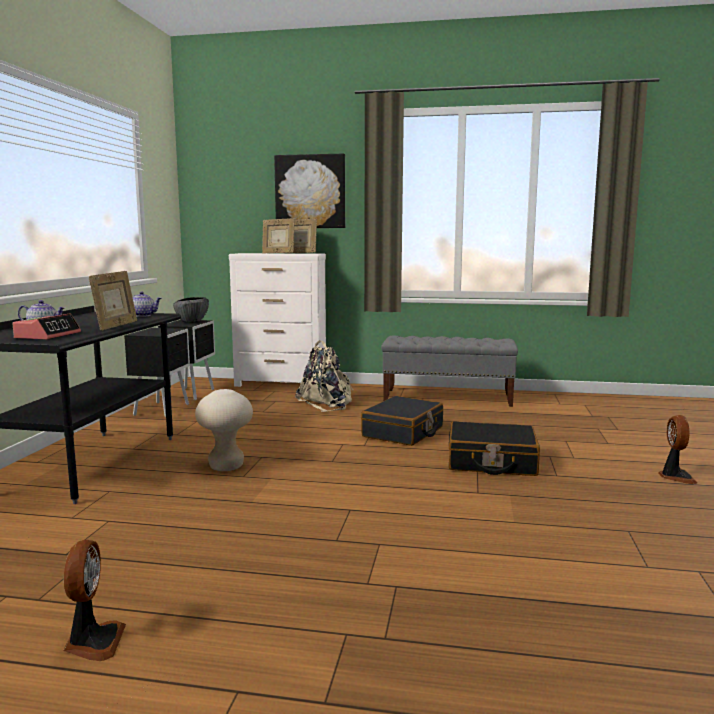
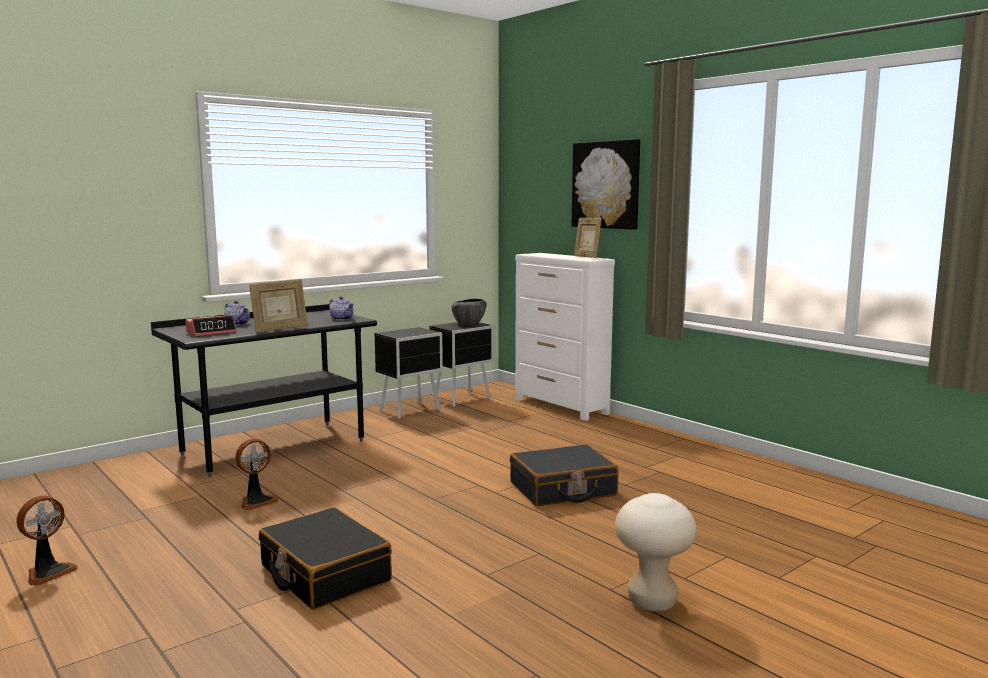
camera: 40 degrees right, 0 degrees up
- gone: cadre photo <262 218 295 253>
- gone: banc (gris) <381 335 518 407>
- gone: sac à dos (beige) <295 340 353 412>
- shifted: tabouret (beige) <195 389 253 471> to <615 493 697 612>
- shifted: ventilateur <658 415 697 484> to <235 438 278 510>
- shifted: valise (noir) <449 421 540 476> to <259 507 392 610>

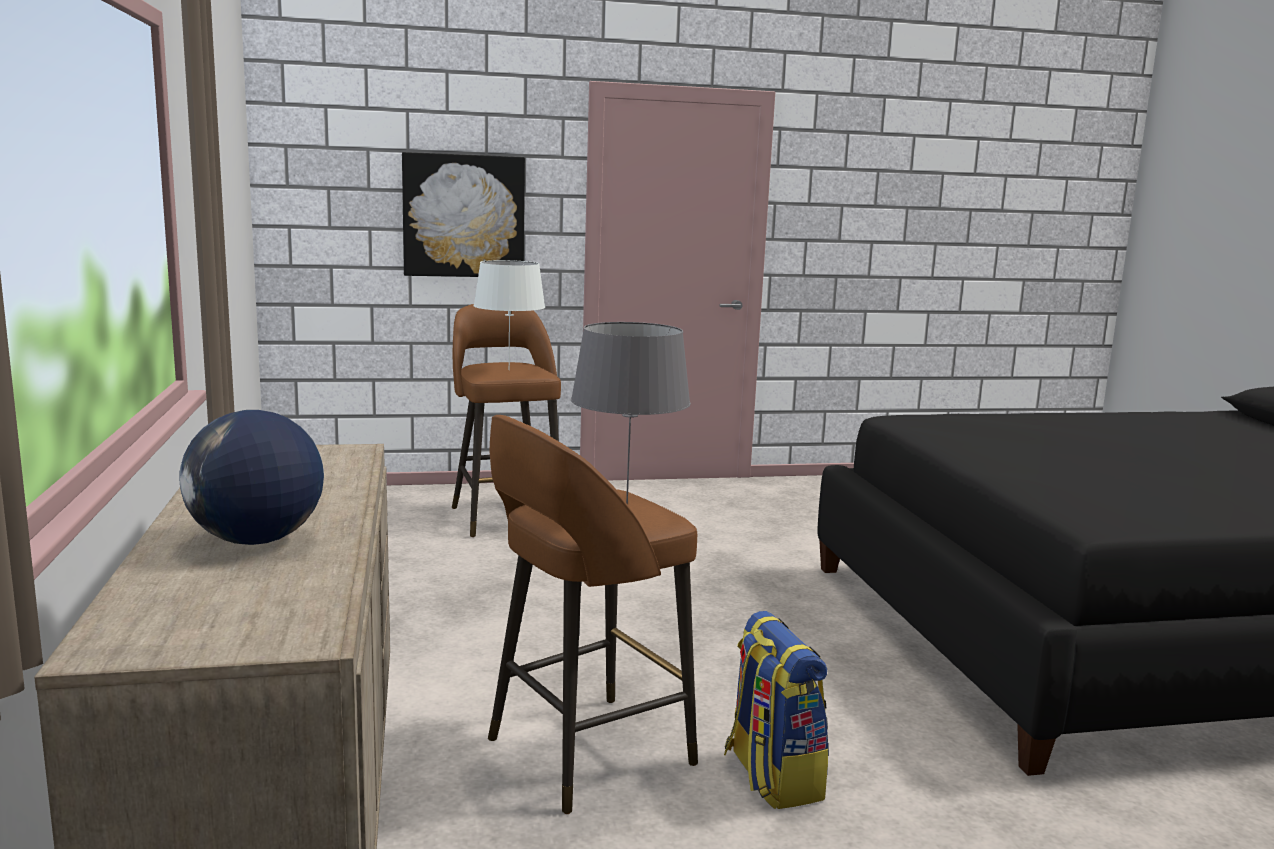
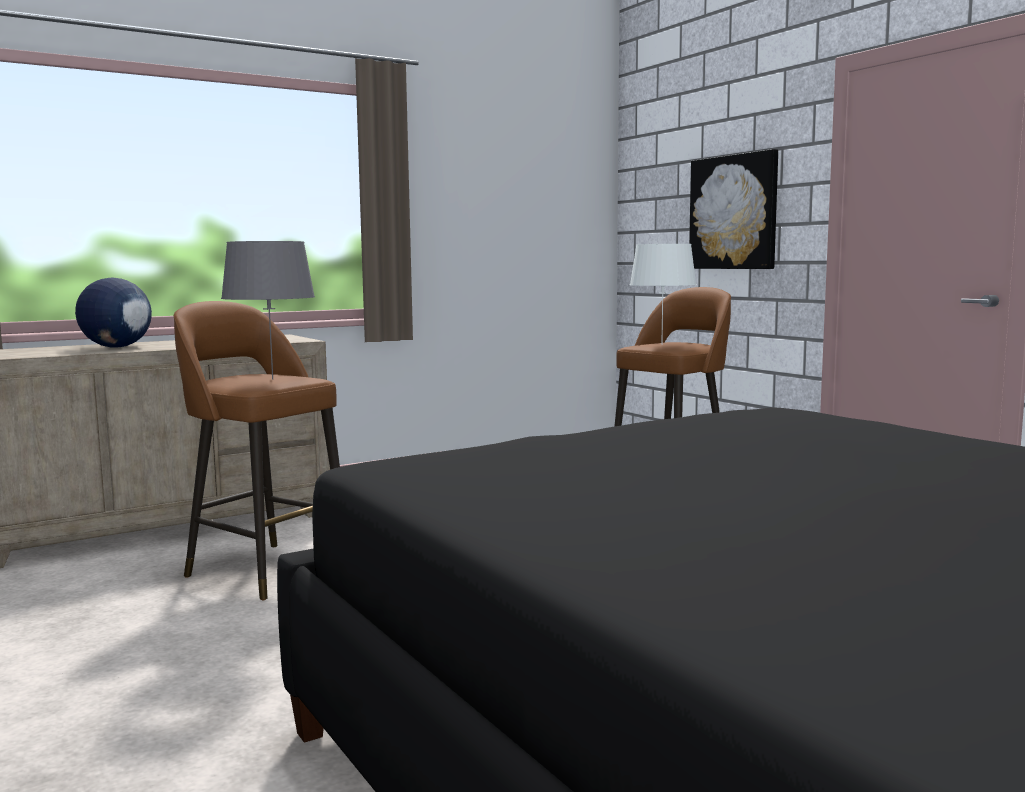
camera: 70 degrees right, 5 degrees down
- gone: sac à dos <724 611 829 809>

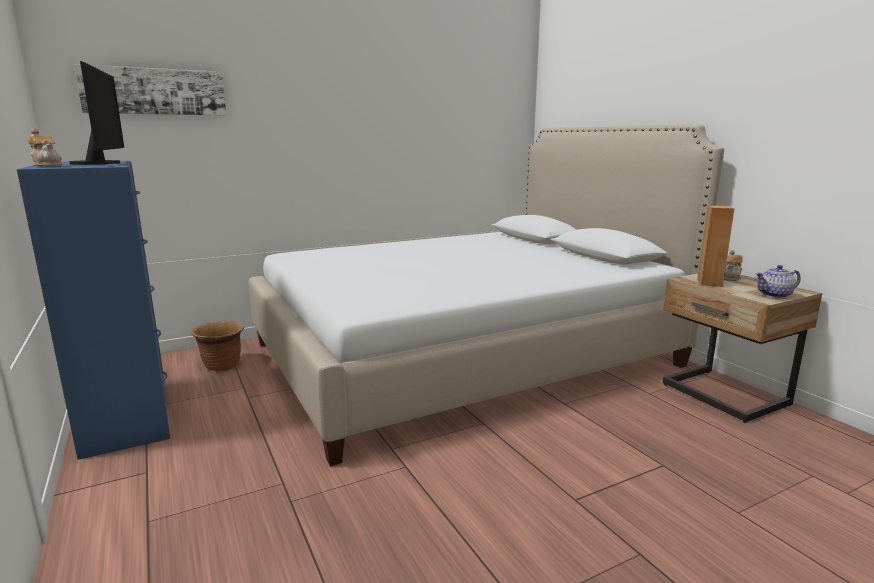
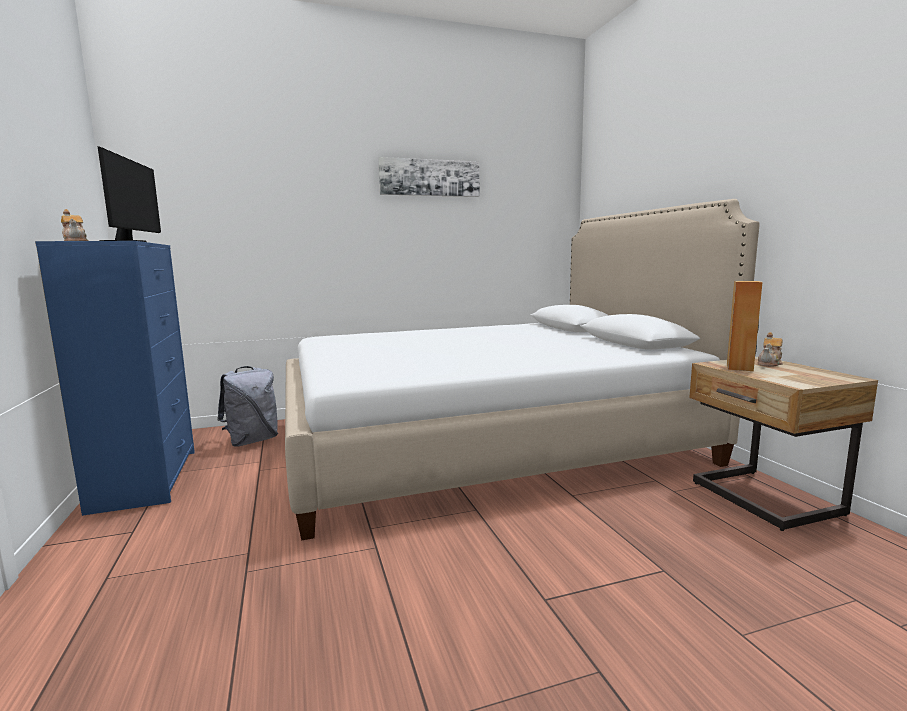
camera: 10 degrees right, 5 degrees down
- shifted: tableau <74 64 226 116> to <378 157 479 197>
- gone: théière <756 265 801 298>
- swapped: cache-pot (marron) <191 321 244 371> to sac à dos (gris) <217 366 278 446>

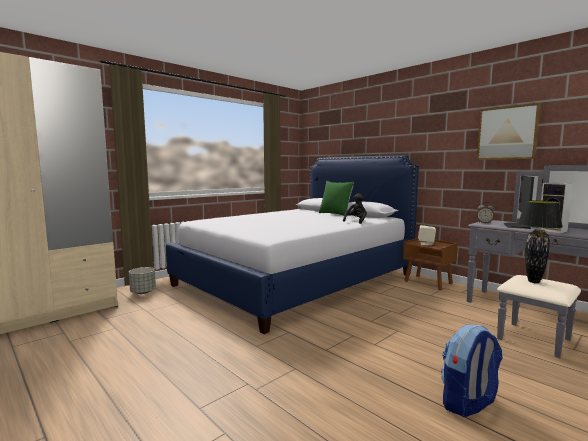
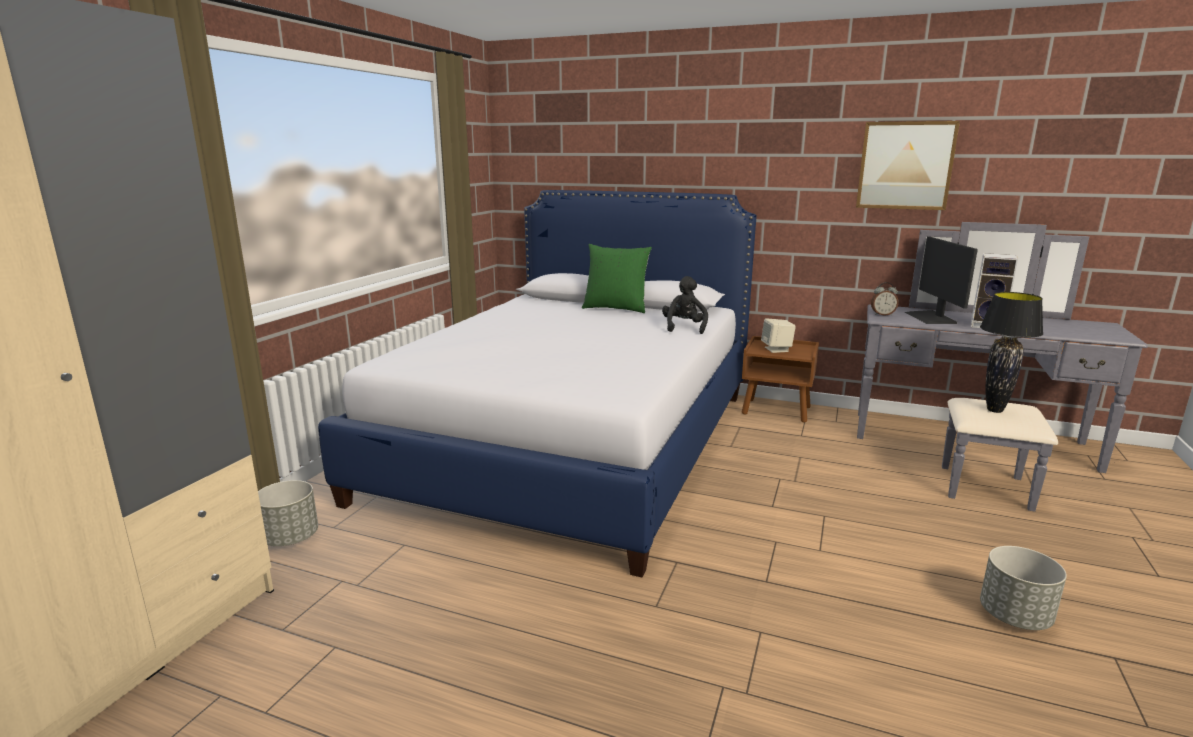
camera: 25 degrees left, 10 degrees up
- swapped: sac à dos <441 325 503 417> to cache-pot (gris) <980 546 1067 630>

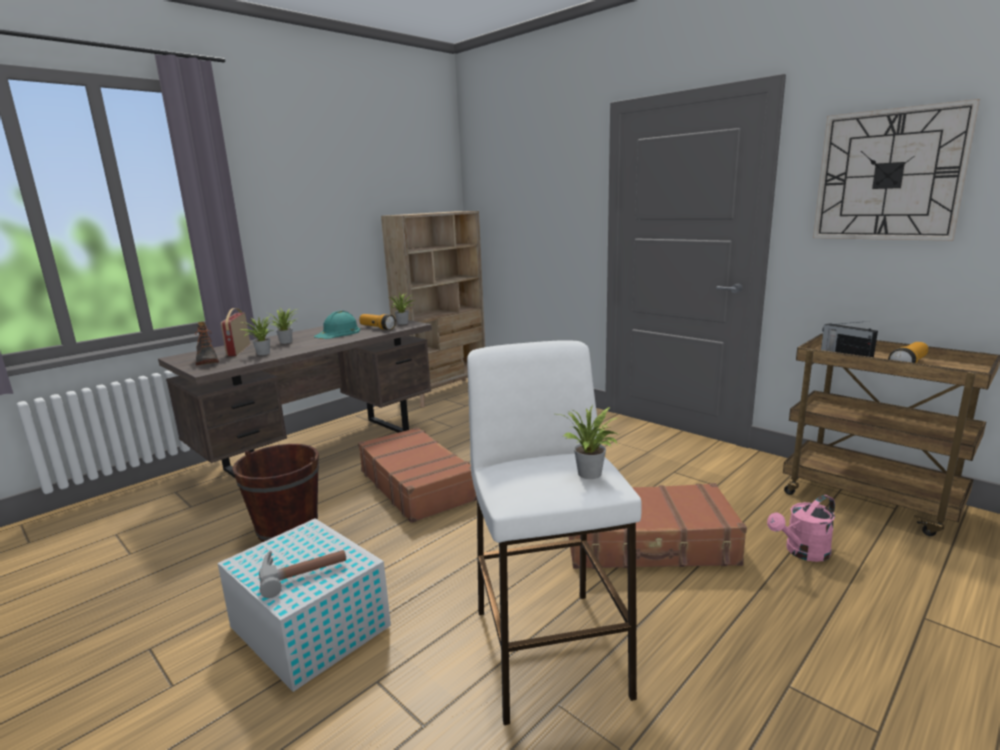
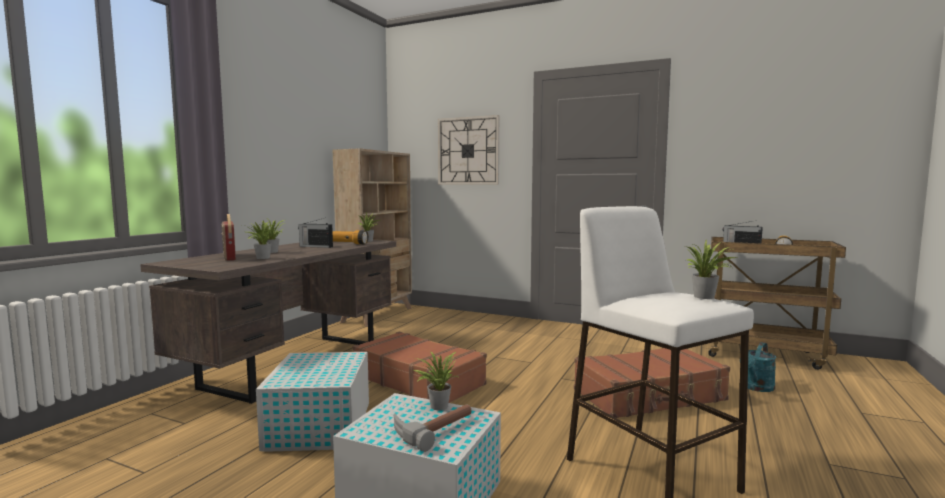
camera: 20 degrees left, 10 degrees down
- shifted: horloge murale <813 99 980 241> to <438 115 499 185>
- swapped: casque de chantier (turquoise) <314 311 360 339> to radio <298 218 333 248>
- gone: botte <195 322 219 365>
- swapped: seau (marron) <232 444 319 542> to boîte de rangement (blanc) <256 352 369 452>
- repainted: arrosoir (rose) <767 495 835 562> to arrosoir (turquoise) <748 342 776 392>
- new: plante en pot <413 351 458 410>

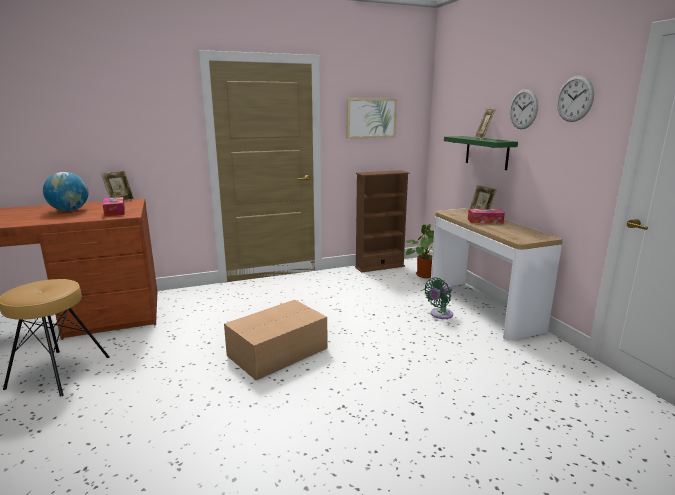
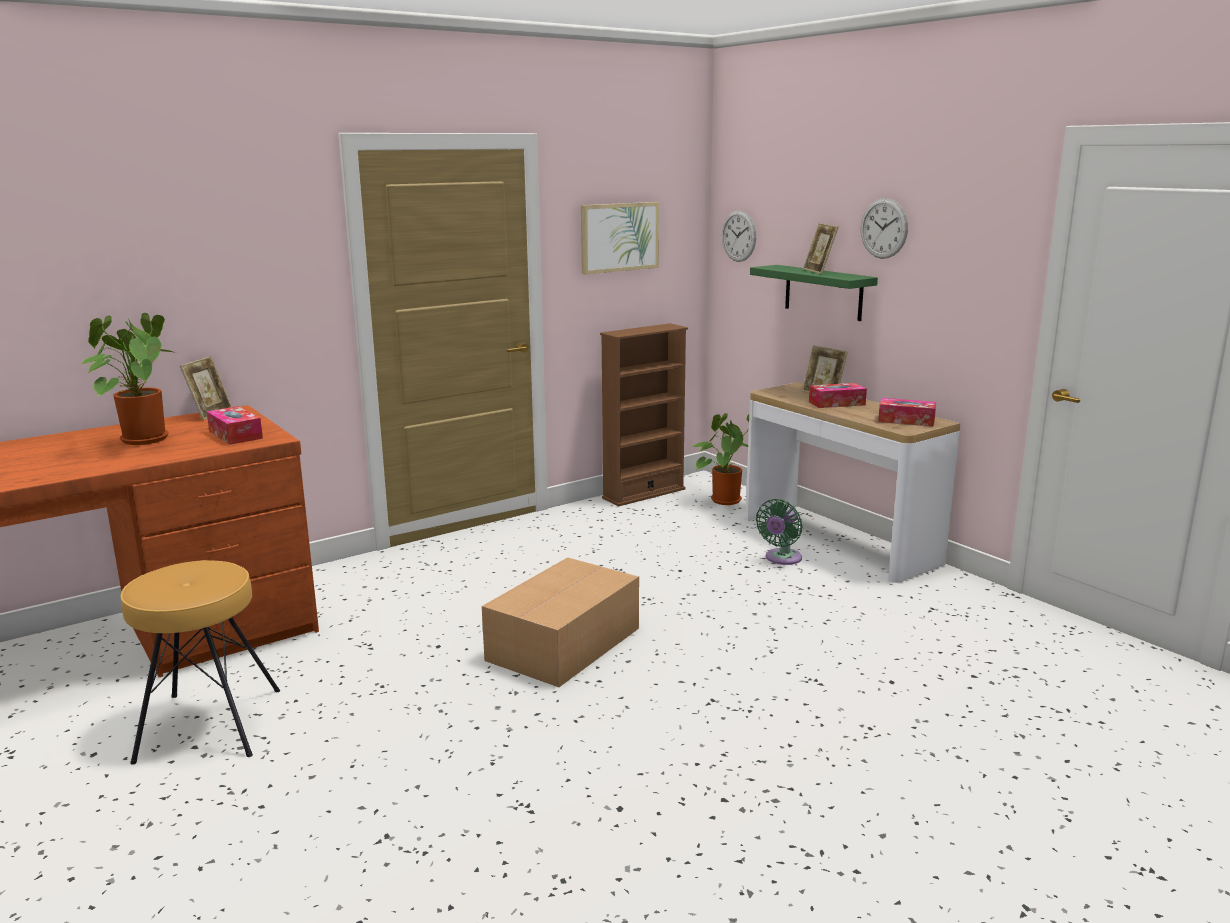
camera: 15 degrees left, 0 degrees up
- shifted: horloge murale <557 76 594 122> to <722 210 756 262>
- swapped: globe <43 172 89 211> to plante en pot <79 313 177 445>
- new: boîte à mouchoirs <878 398 936 427>

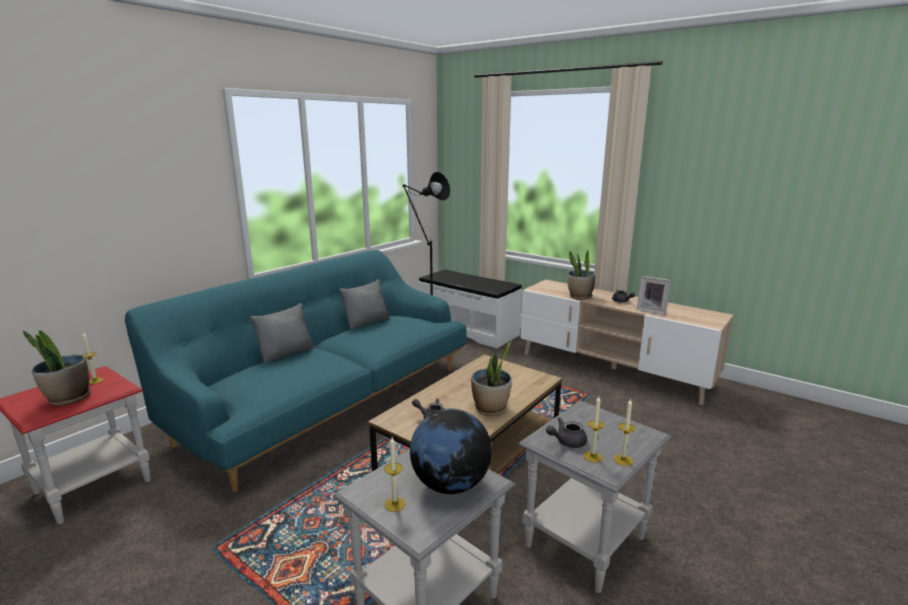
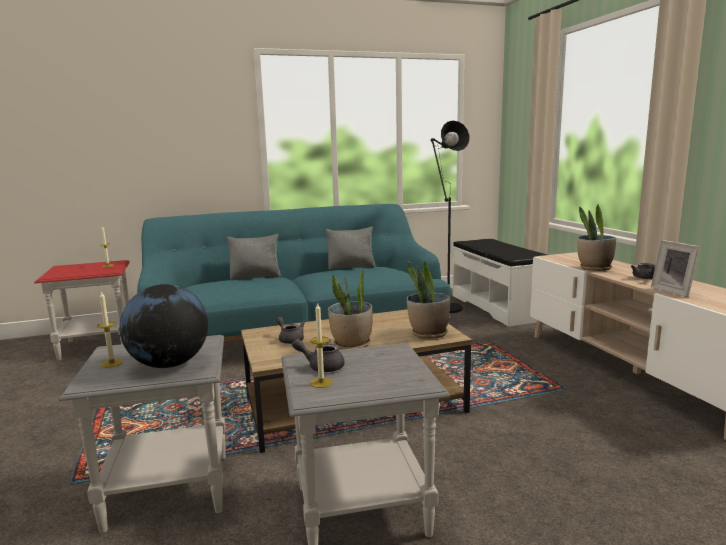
camera: 35 degrees right, 5 degrees down
- shifted: plante en pot <23 330 91 406> to <407 261 450 339>
- gone: bougie <614 399 636 466>

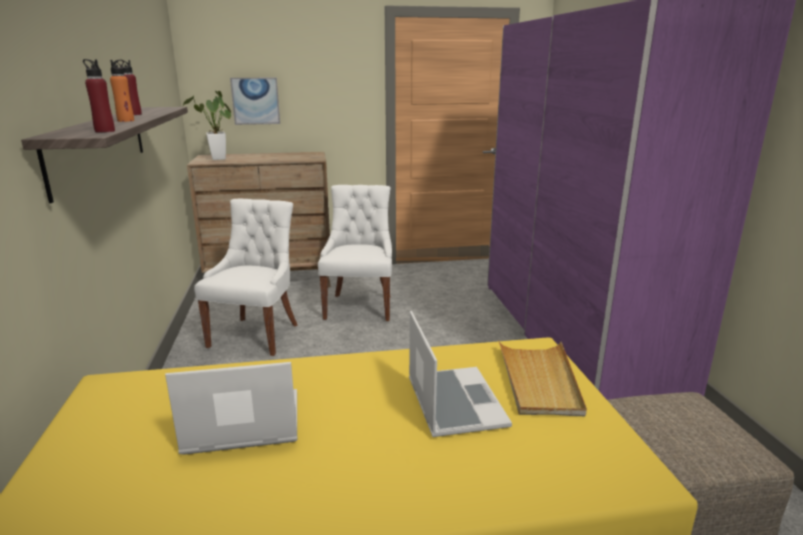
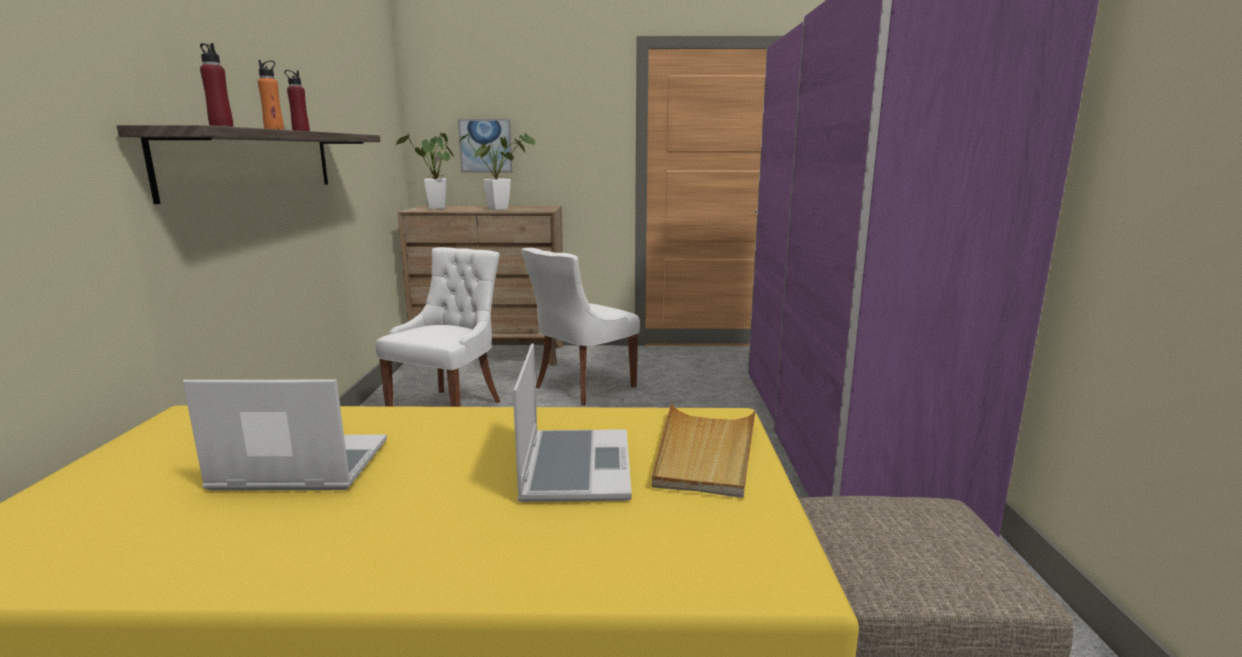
camera: 10 degrees right, 5 degrees down
- rotated: chaise (blanc) <318 185 392 321> = <521 248 640 405> 150 degrees counterclockwise
- new: plante en pot <460 133 535 210>

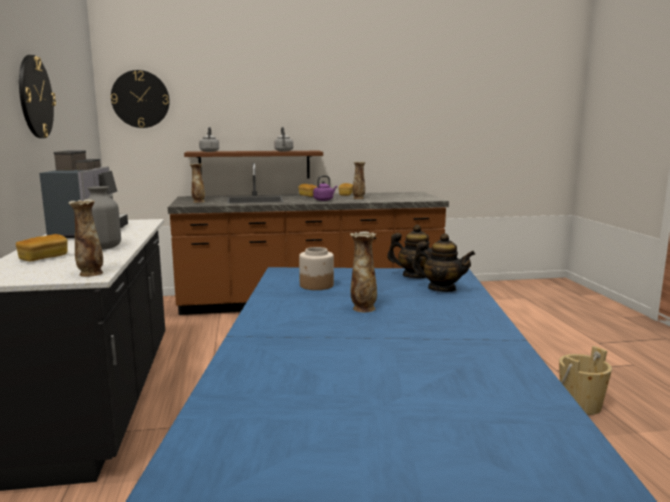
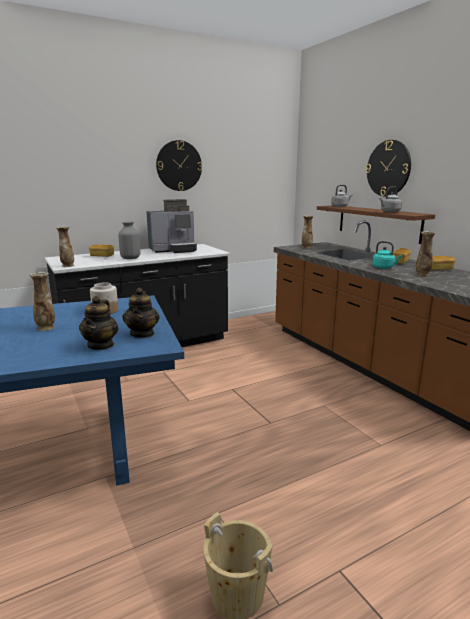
camera: 70 degrees right, 5 degrees up
- shifted: horloge murale <111 70 170 128> to <366 140 411 196>
- repainted: bouilloire (violet) <313 175 337 201> to bouilloire (turquoise) <372 241 402 269>

